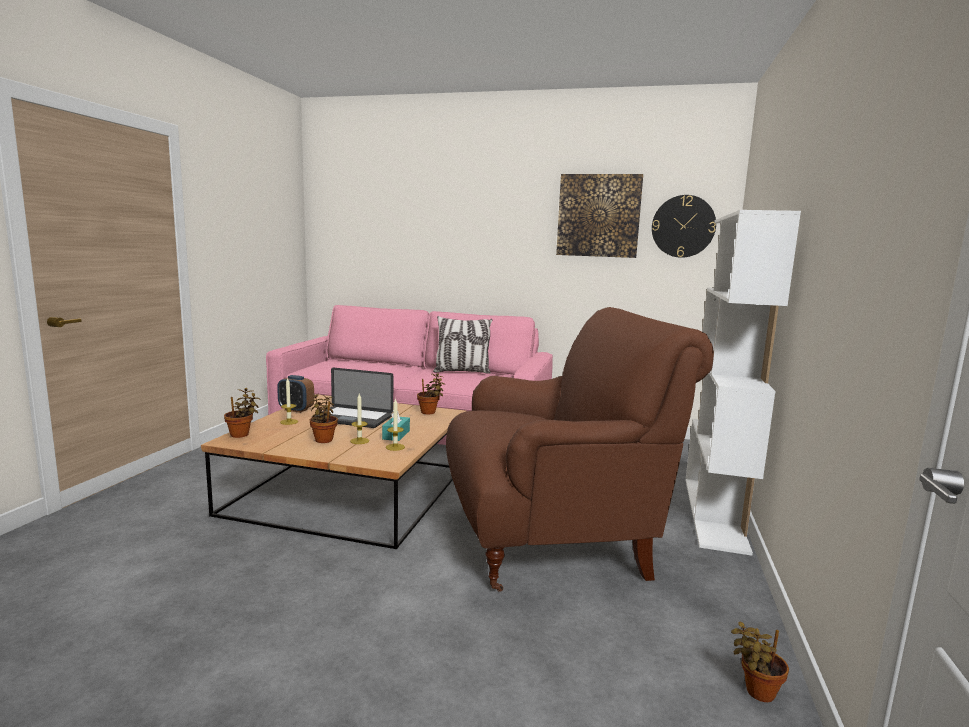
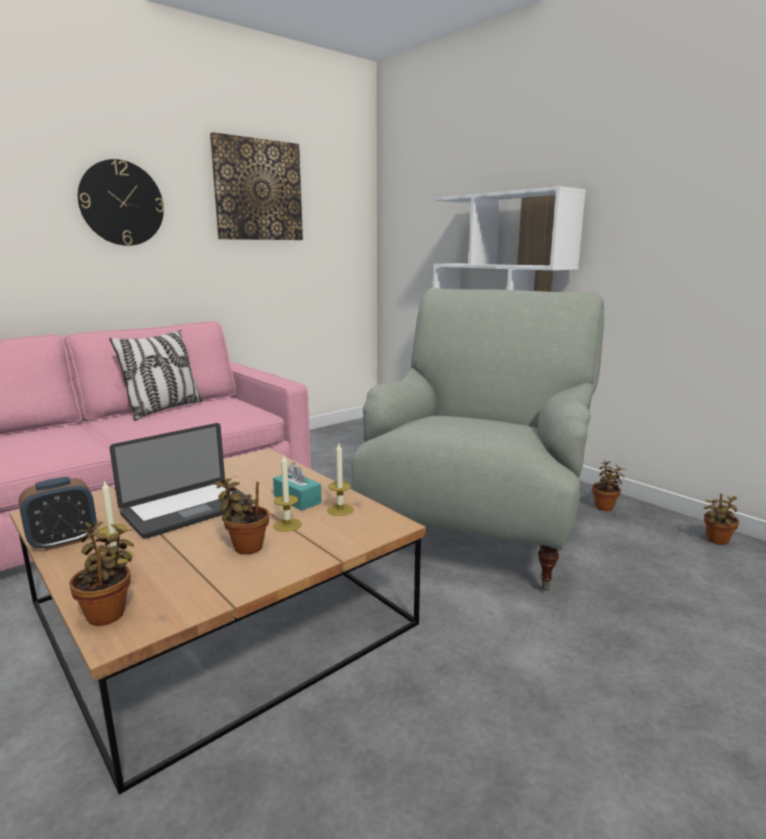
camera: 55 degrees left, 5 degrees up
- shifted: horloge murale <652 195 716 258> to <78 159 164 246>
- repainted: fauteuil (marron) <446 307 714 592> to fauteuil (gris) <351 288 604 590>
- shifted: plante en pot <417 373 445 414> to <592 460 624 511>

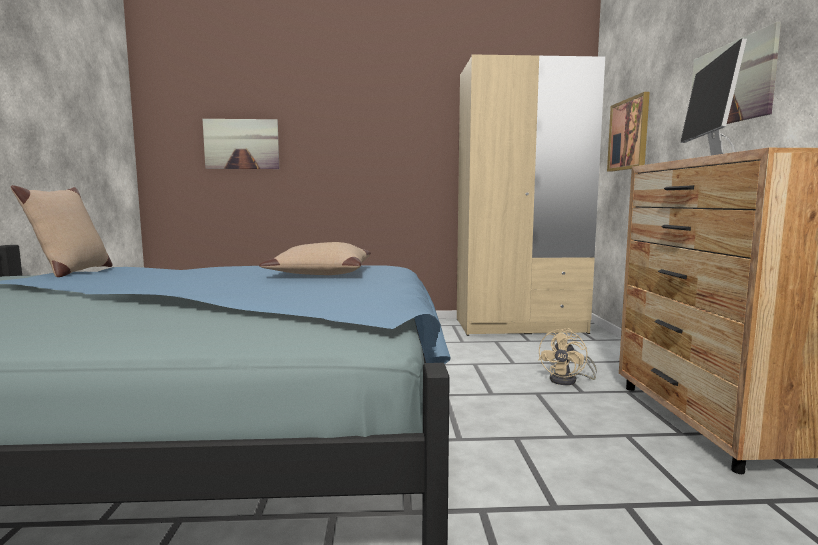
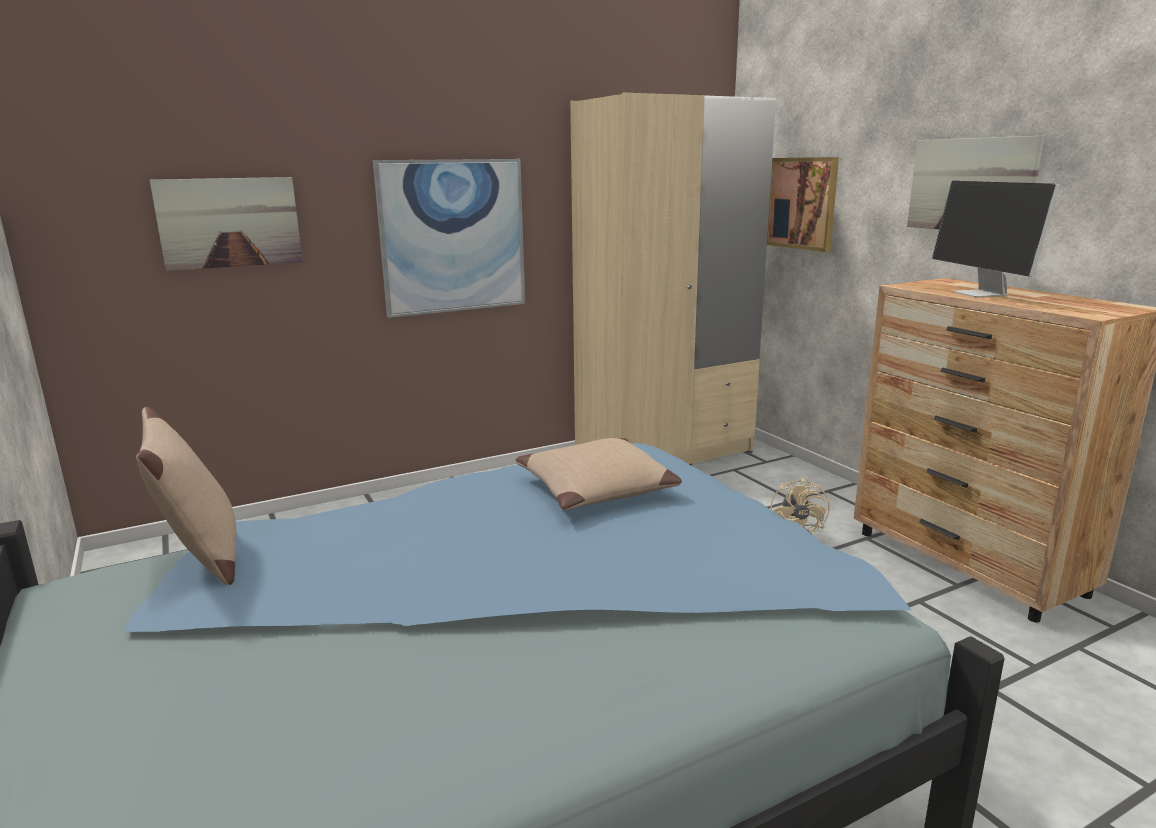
camera: 25 degrees left, 10 degrees up
- new: tableau <373 159 525 318>

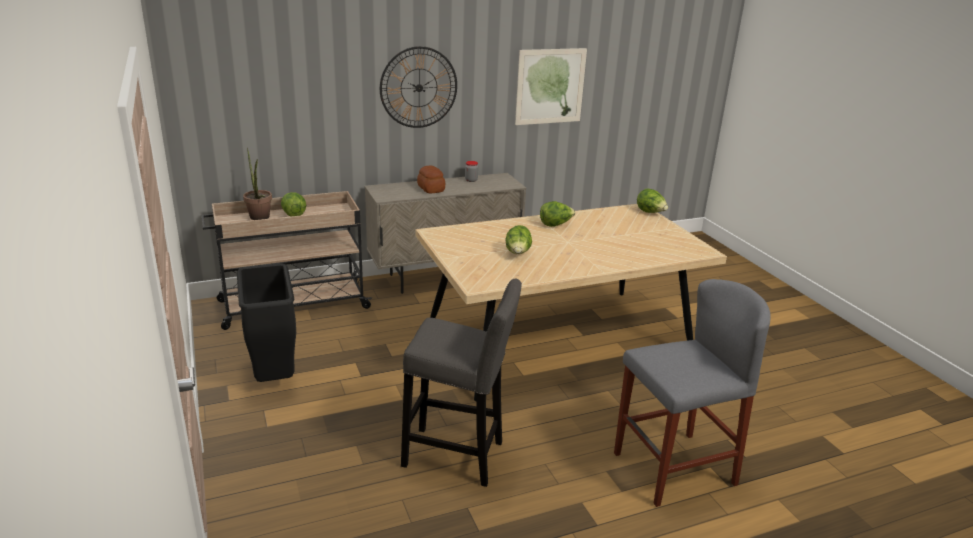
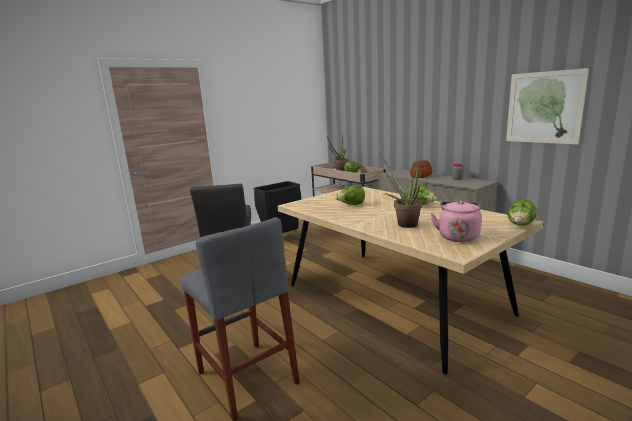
camera: 75 degrees right, 10 degrees down
- gone: horloge murale <380 46 457 128>
- new: plante en pot <379 152 422 228>
- new: bouilloire (rose) <430 201 482 242>

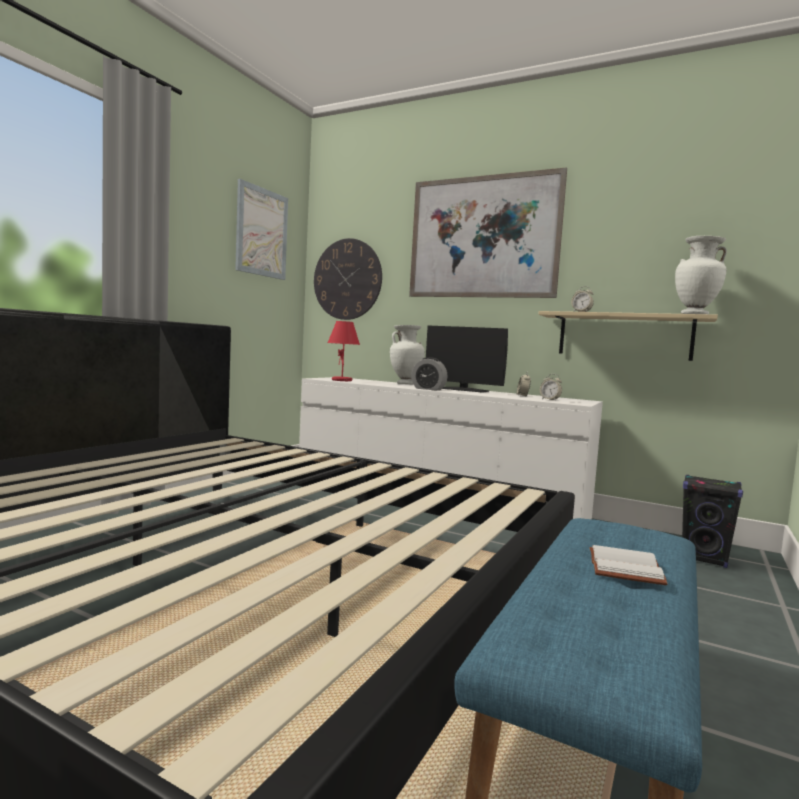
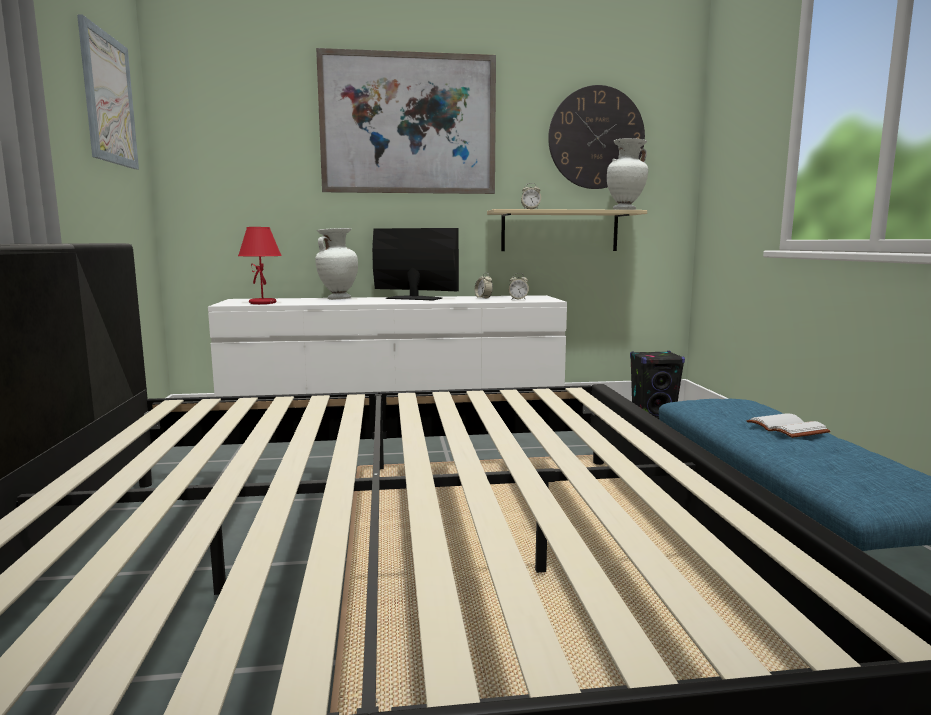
camera: 35 degrees left, 5 degrees up
- shifted: horloge murale <314 238 382 320> to <548 85 645 189>
- rotated: écran d'ordinateur <426 325 508 393> = <372 228 459 300> 150 degrees counterclockwise
- gone: réveil <411 357 447 391>

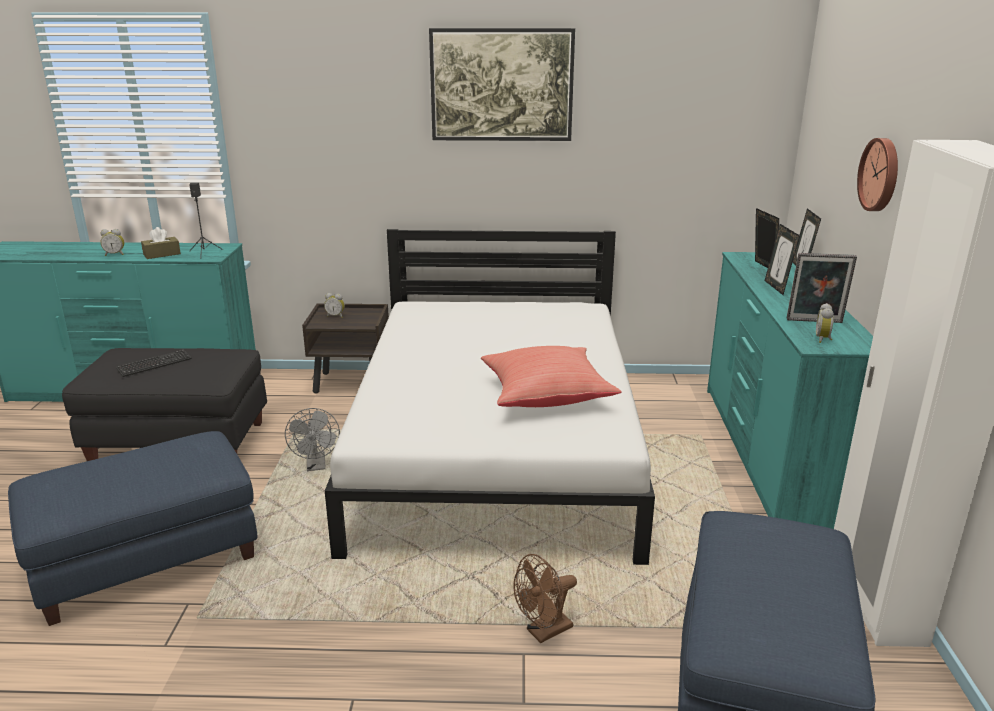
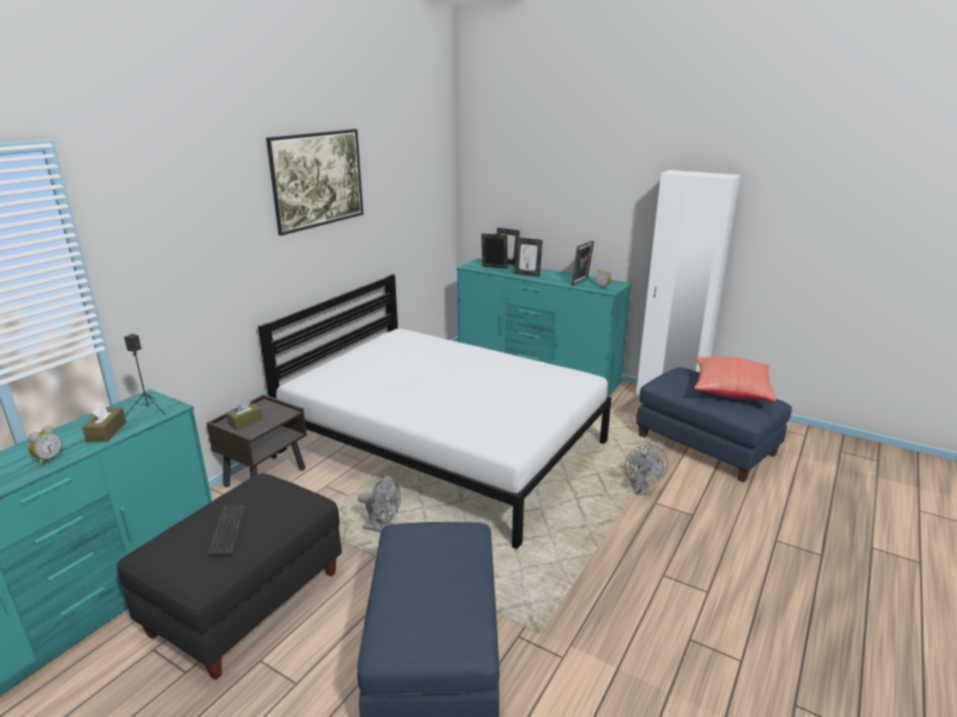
camera: 60 degrees left, 0 degrees up
- gone: horloge murale <857 138 898 211>
- swapped: réveil <324 293 345 318> to boîte à mouchoirs (marron) <227 400 263 430>
- shifted: coussin (rouge) <481 346 621 407> to <694 356 776 402>
- repainted: ventilateur (marron) <513 554 577 643> to ventilateur (gris) <625 444 668 495>

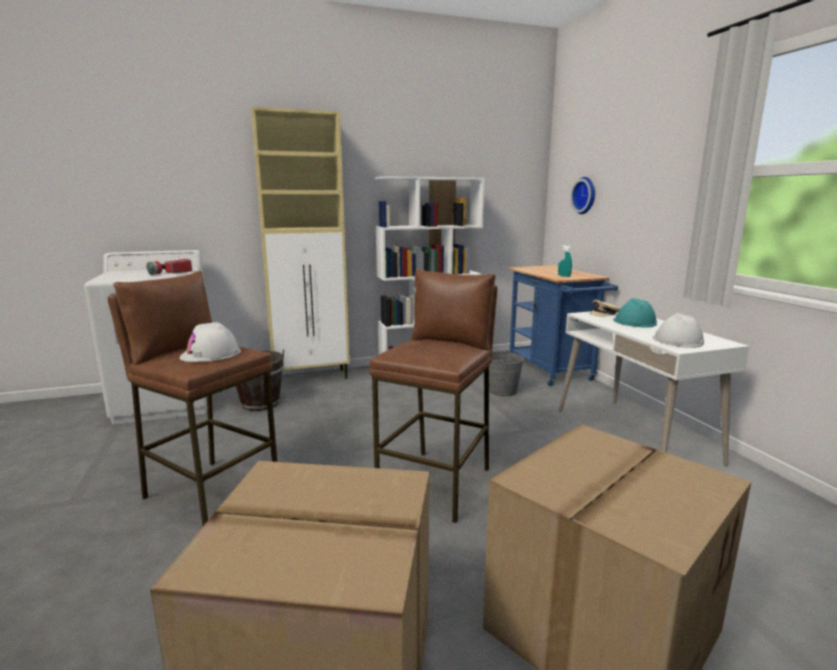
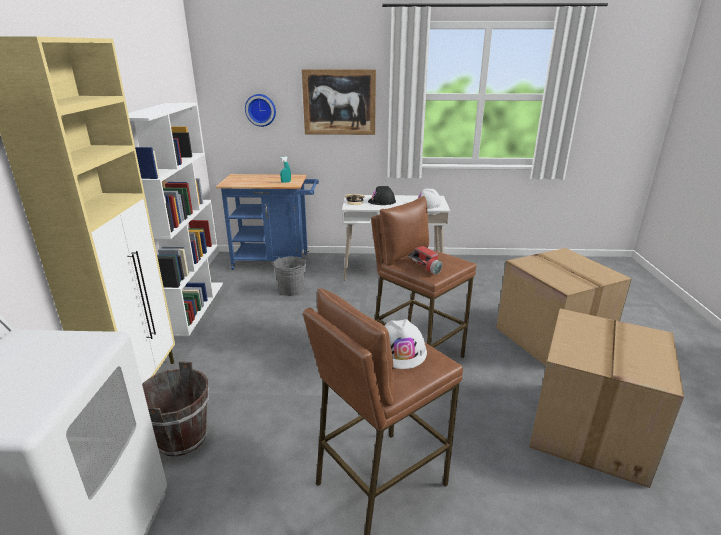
camera: 70 degrees left, 10 degrees up
- shifted: lampe de poche <146 259 192 275> to <408 246 442 275>
- repainted: casque de chantier (turquoise) <613 298 657 328> to casque de chantier (noir) <368 186 396 205>
- new: tableau <302 69 376 135>

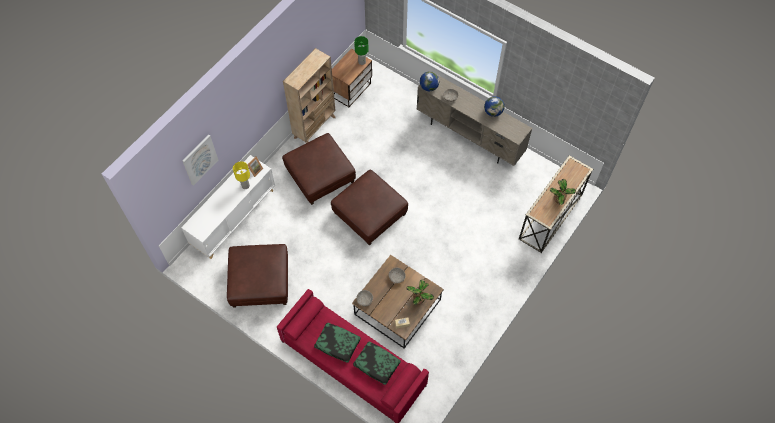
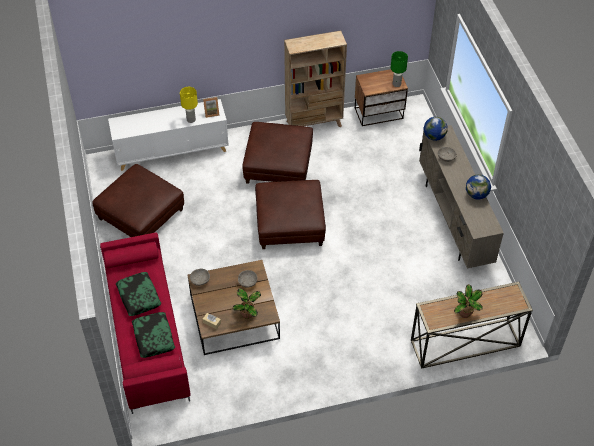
camera: 40 degrees right, 10 degrees down
- gone: tableau <182 134 218 186>

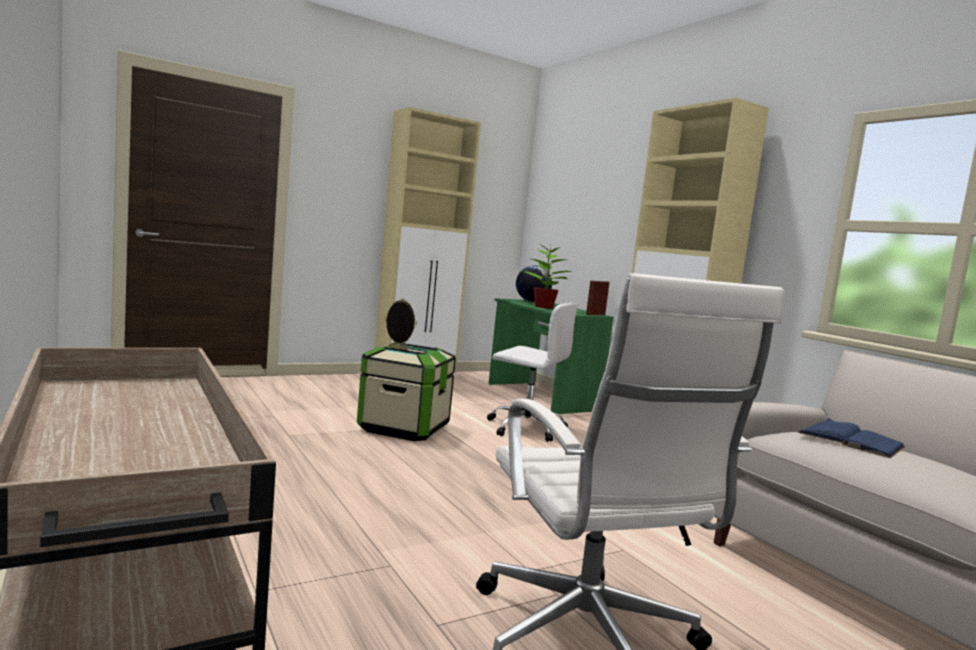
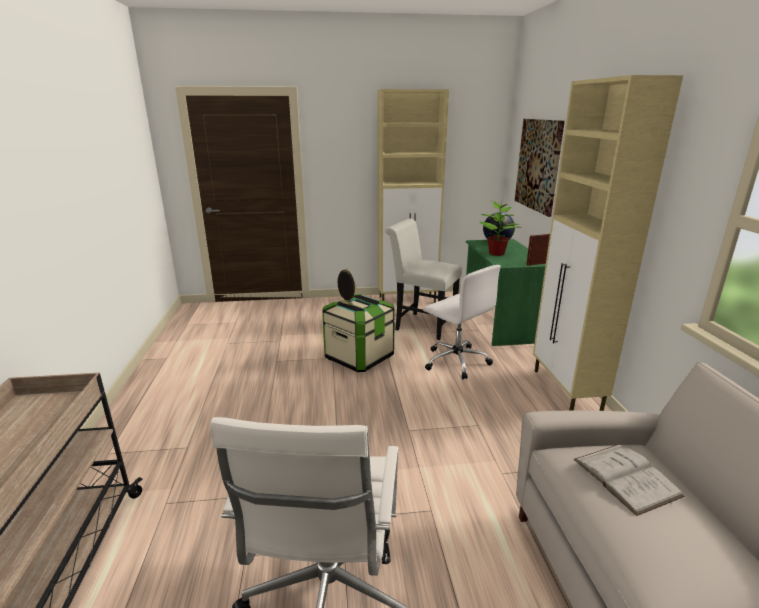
camera: 25 degrees right, 15 degrees up
- repainted: livre (bleu) <797 418 905 458> to livre (blanc) <574 445 685 516>
- new: tableau <515 119 565 217>
- new: chaise (blanc) <385 219 462 340>

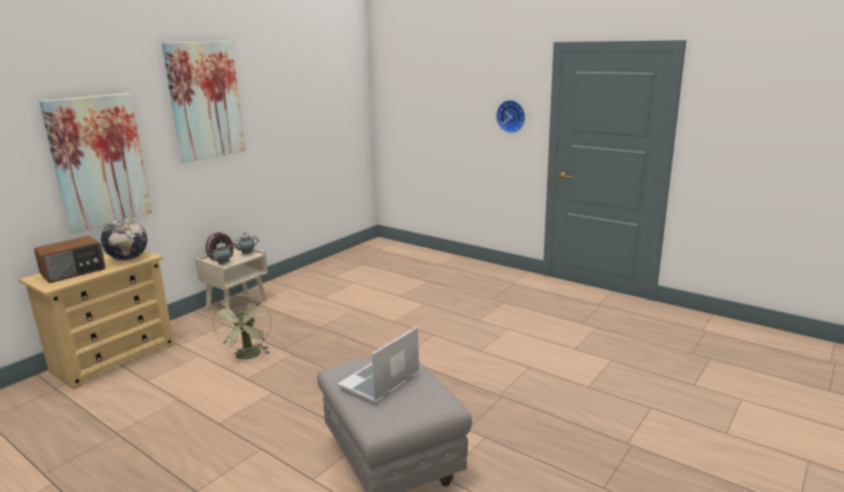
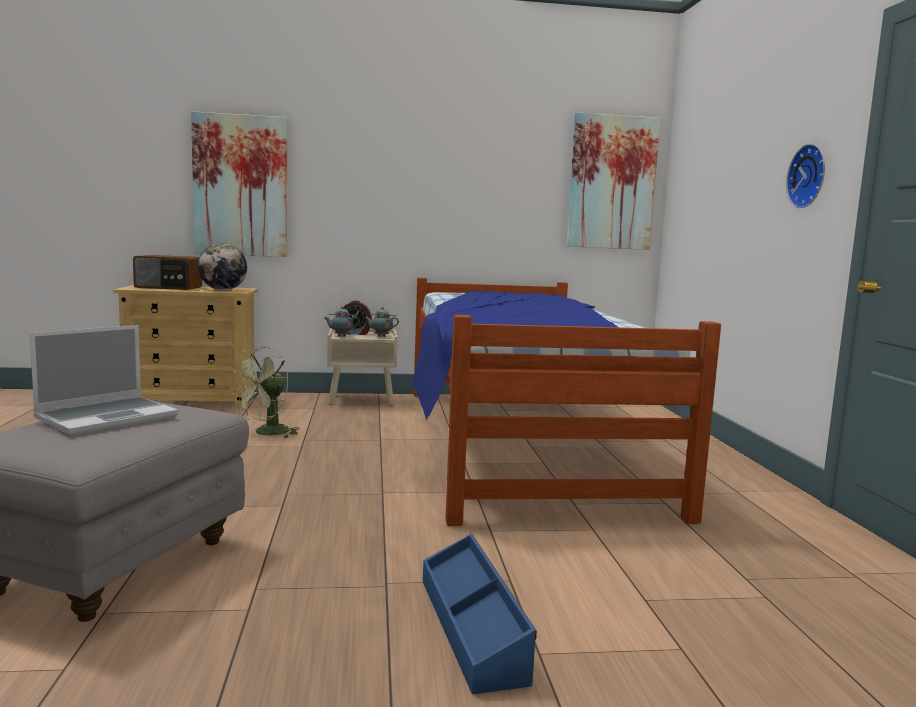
camera: 45 degrees right, 10 degrees down
- shifted: tableau <162 41 245 163> to <567 112 660 250>
- rotated: ordinateur portable <338 327 420 404> = <30 325 179 436> 135 degrees clockwise
- new: lit <413 277 721 526>
- new: boîte de rangement (bleu) <423 534 537 694>

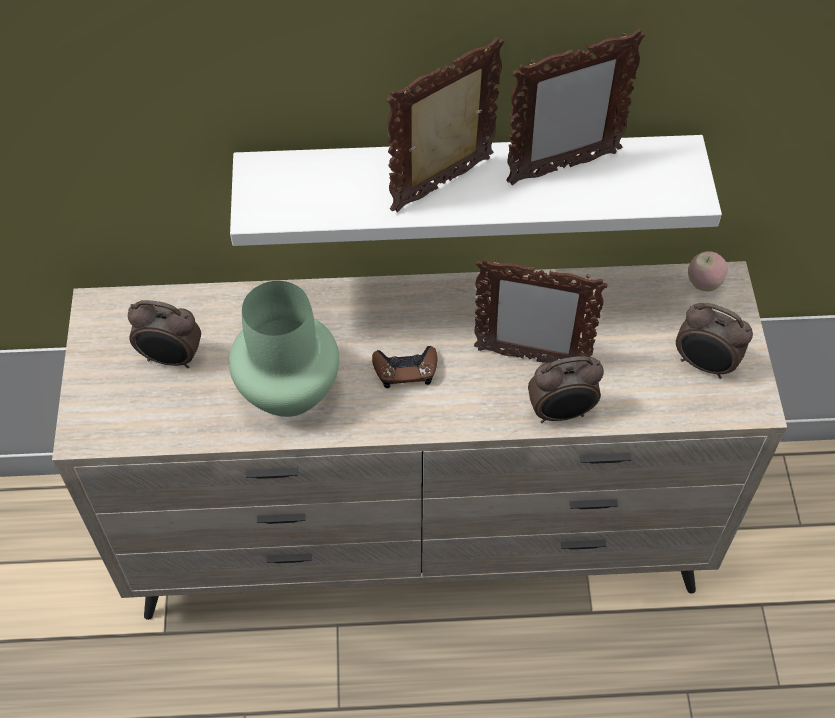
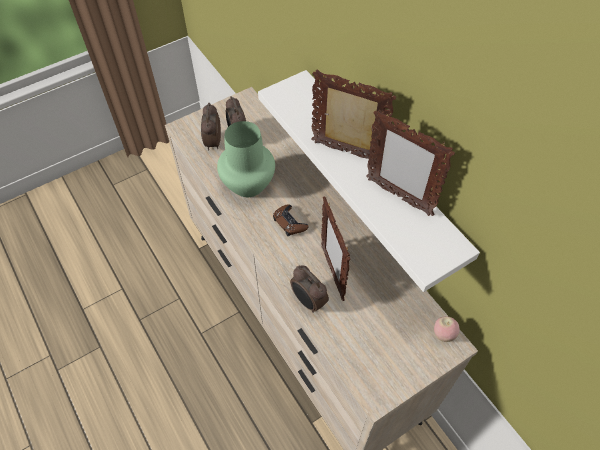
camera: 60 degrees right, 0 degrees up
- shifted: réveil <676 303 753 379> to <201 103 221 151>

